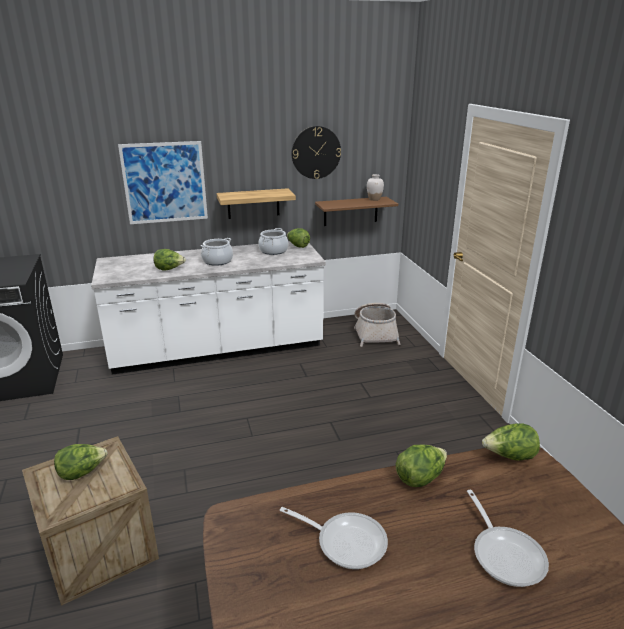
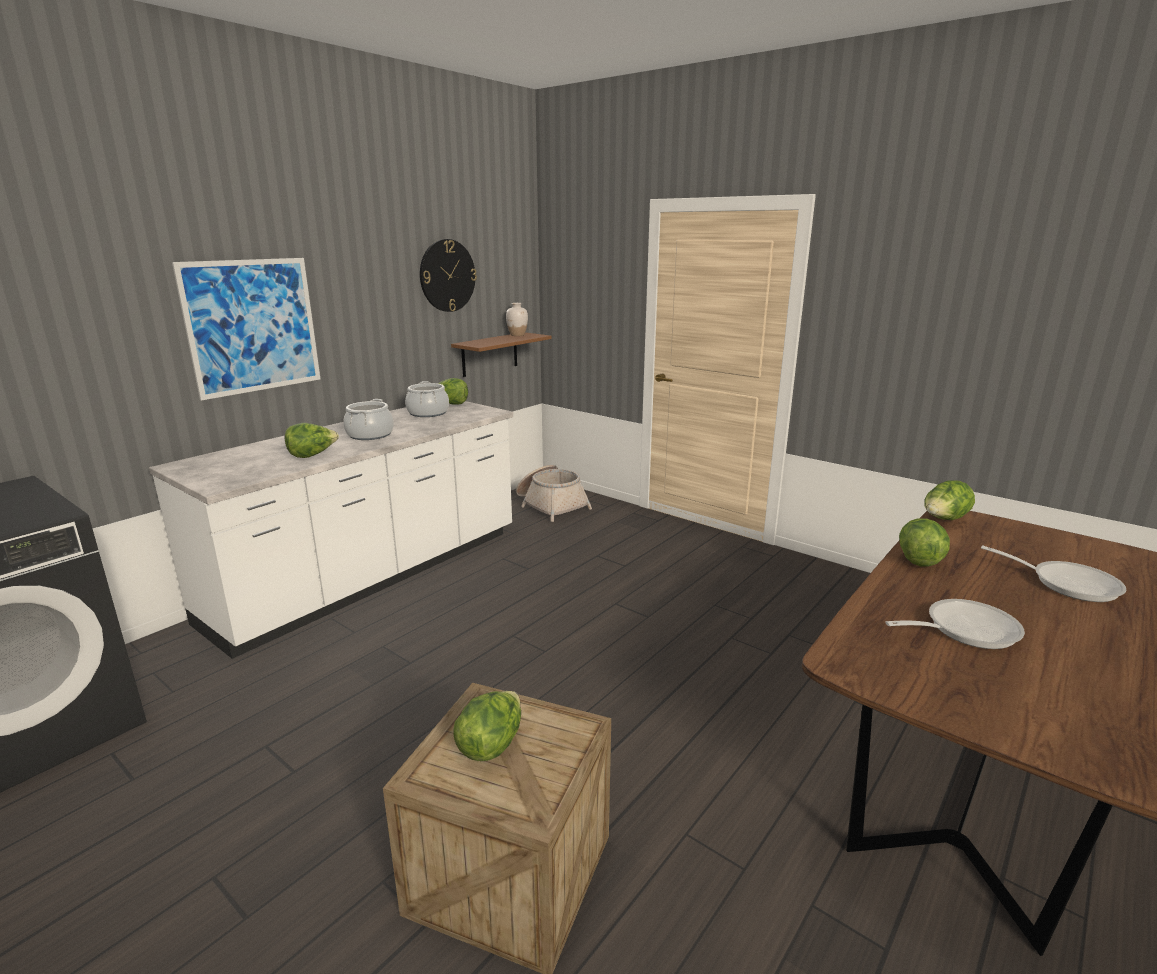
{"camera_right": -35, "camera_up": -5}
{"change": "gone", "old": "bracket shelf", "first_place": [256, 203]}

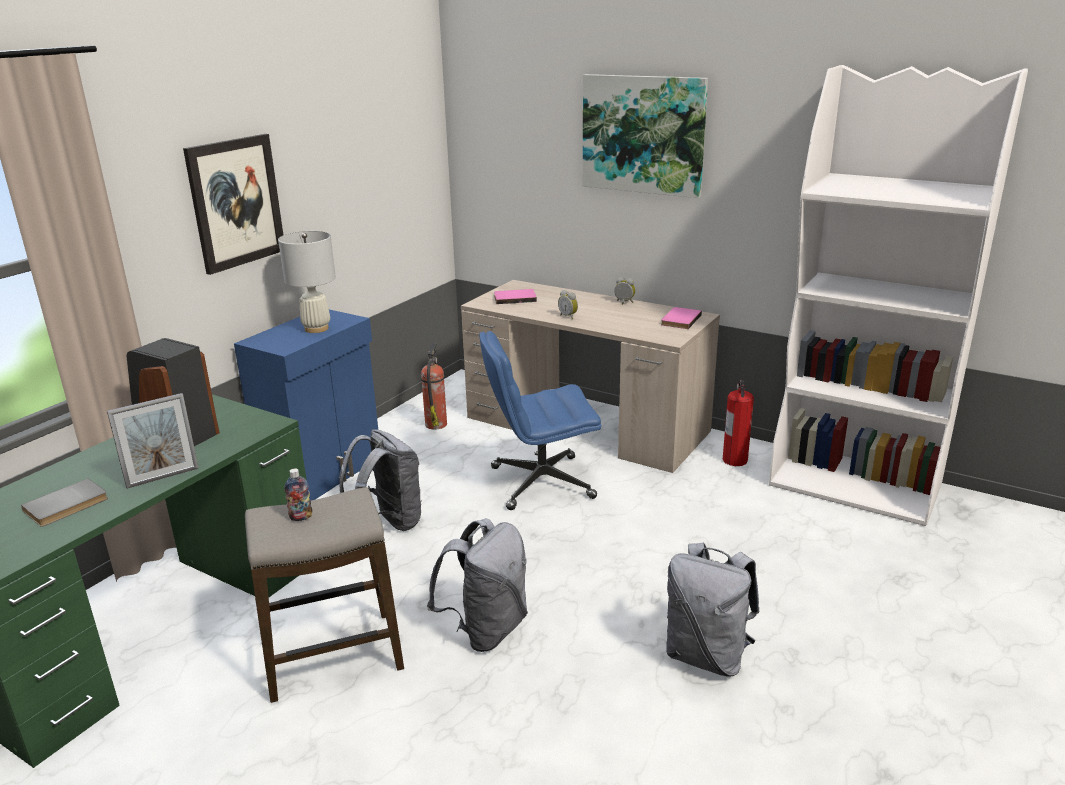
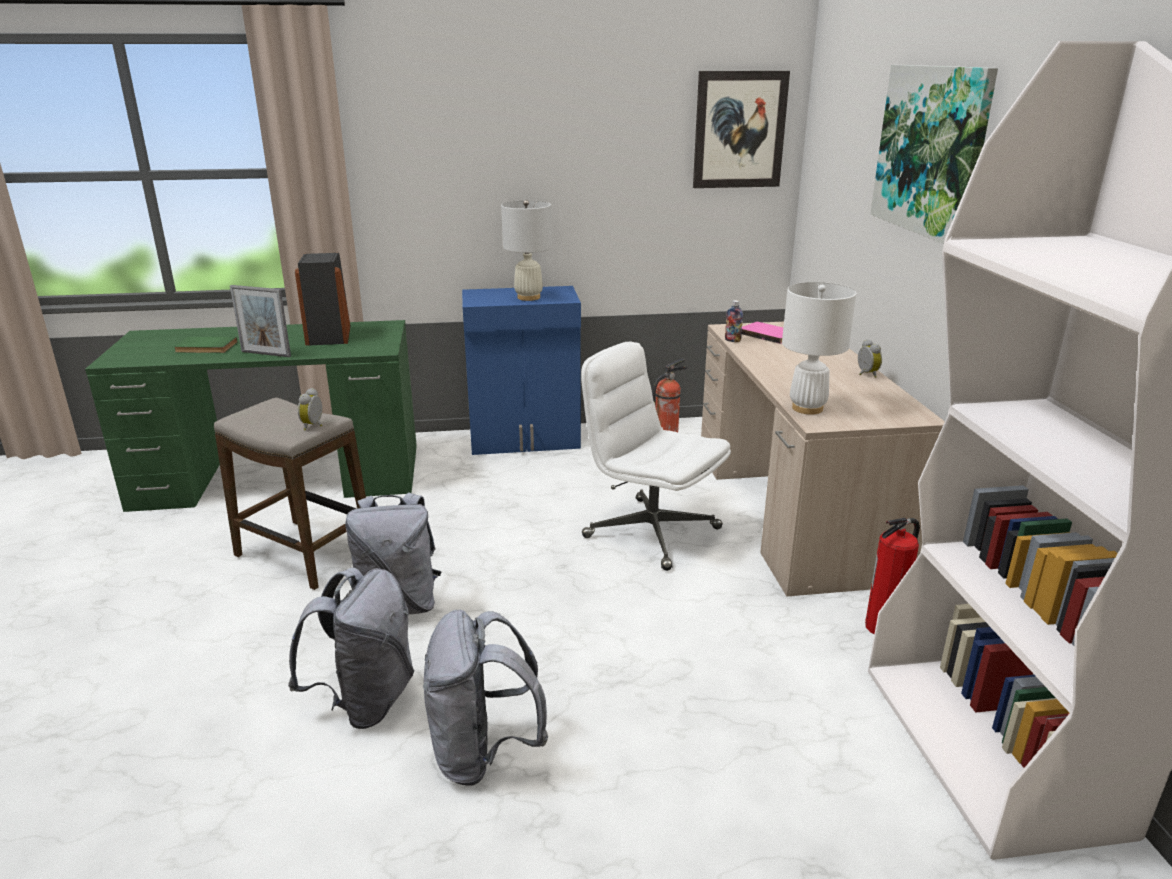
{"camera_right": 50, "camera_up": 0}
{"change": "shifted", "old": "picture", "first_place": [233, 204], "second_place": [741, 129]}
{"change": "shifted", "old": "bedside clock", "first_place": [568, 304], "second_place": [310, 409]}
{"change": "gone", "old": "bound book/pink", "first_place": [681, 318]}
{"change": "repainted", "old": "computer chair/blue-coloured", "new": "computer chair/white", "first_place": [540, 420], "second_place": [656, 456]}
{"change": "shifted", "old": "backpack/greyish", "first_place": [380, 480], "second_place": [351, 648]}
{"change": "shifted", "old": "bottle", "first_place": [298, 494], "second_place": [734, 321]}
{"change": "repainted", "old": "bound book/greyish", "new": "bound book/green-coloured", "first_place": [64, 502], "second_place": [205, 345]}
{"change": "new", "new": "table lamp/white", "second_place": [819, 348]}

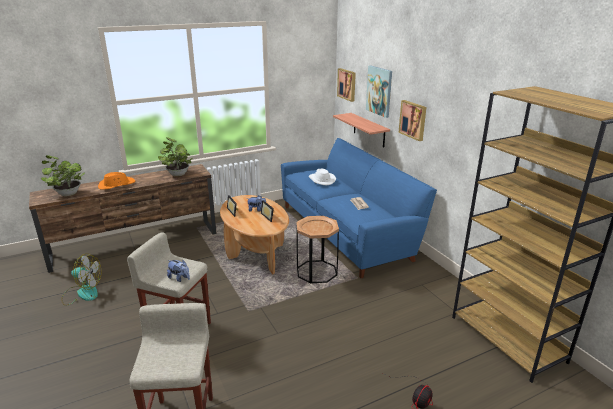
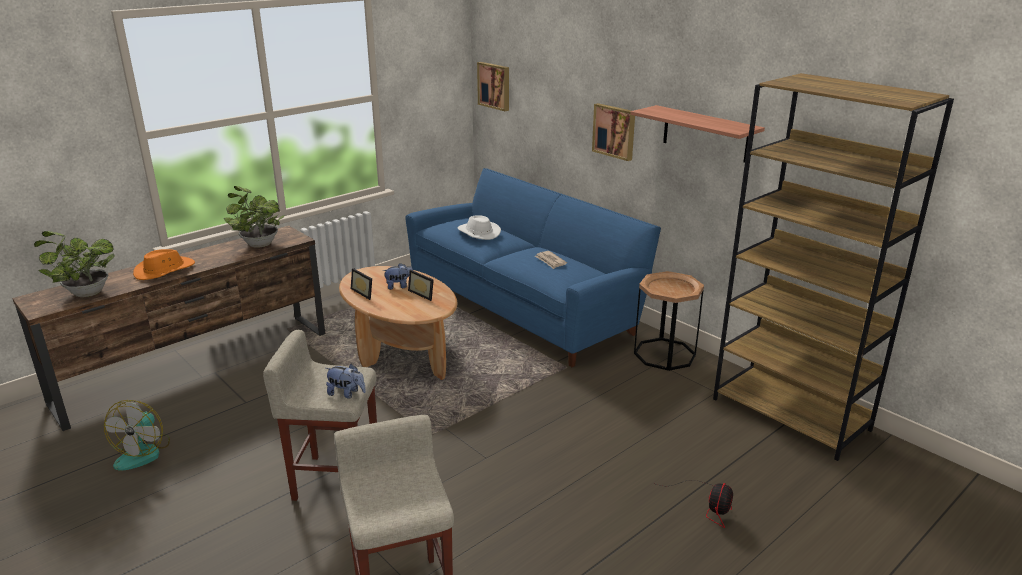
{"camera_right": -15, "camera_up": 0}
{"change": "gone", "old": "picture", "first_place": [379, 92]}
{"change": "shifted", "old": "bracket shelf", "first_place": [361, 130], "second_place": [697, 134]}
{"change": "shifted", "old": "side table/brown-coloured", "first_place": [317, 249], "second_place": [669, 321]}
{"change": "rotated", "old": "fan", "first_place": [81, 280], "second_place": [137, 435], "degrees": 105}

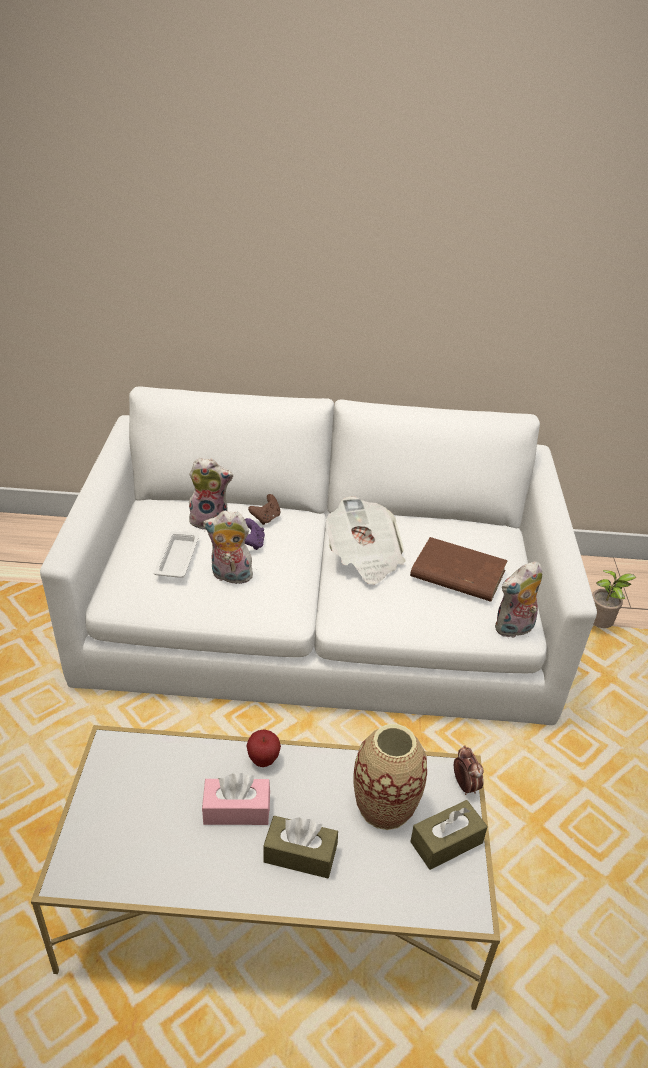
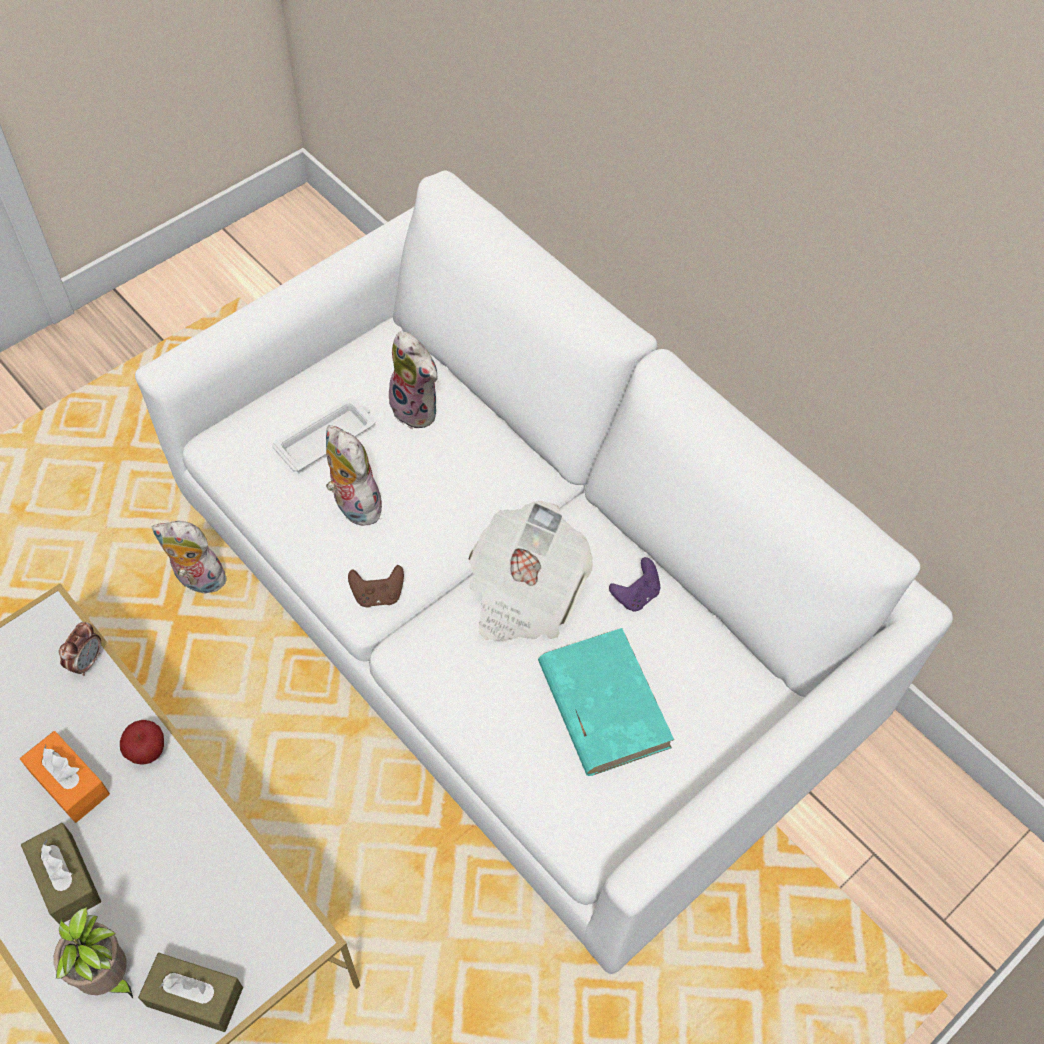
{"camera_right": 45, "camera_up": 20}
{"change": "shifted", "old": "gamepad/brown-coloured", "first_place": [264, 509], "second_place": [376, 586]}
{"change": "shifted", "old": "gamepad/purple", "first_place": [255, 534], "second_place": [634, 584]}
{"change": "repainted", "old": "bound book/brown-coloured", "new": "bound book/turquoise", "first_place": [459, 569], "second_place": [606, 702]}
{"change": "shifted", "old": "cuddly toy", "first_place": [518, 599], "second_place": [189, 557]}
{"change": "shifted", "old": "potted plant", "first_place": [614, 599], "second_place": [93, 952]}
{"change": "gone", "old": "vase", "first_place": [390, 777]}
{"change": "shifted", "old": "bedside clock", "first_place": [469, 770], "second_place": [80, 649]}
{"change": "repainted", "old": "box of tissues/pink", "new": "box of tissues/orangey", "first_place": [236, 799], "second_place": [65, 777]}

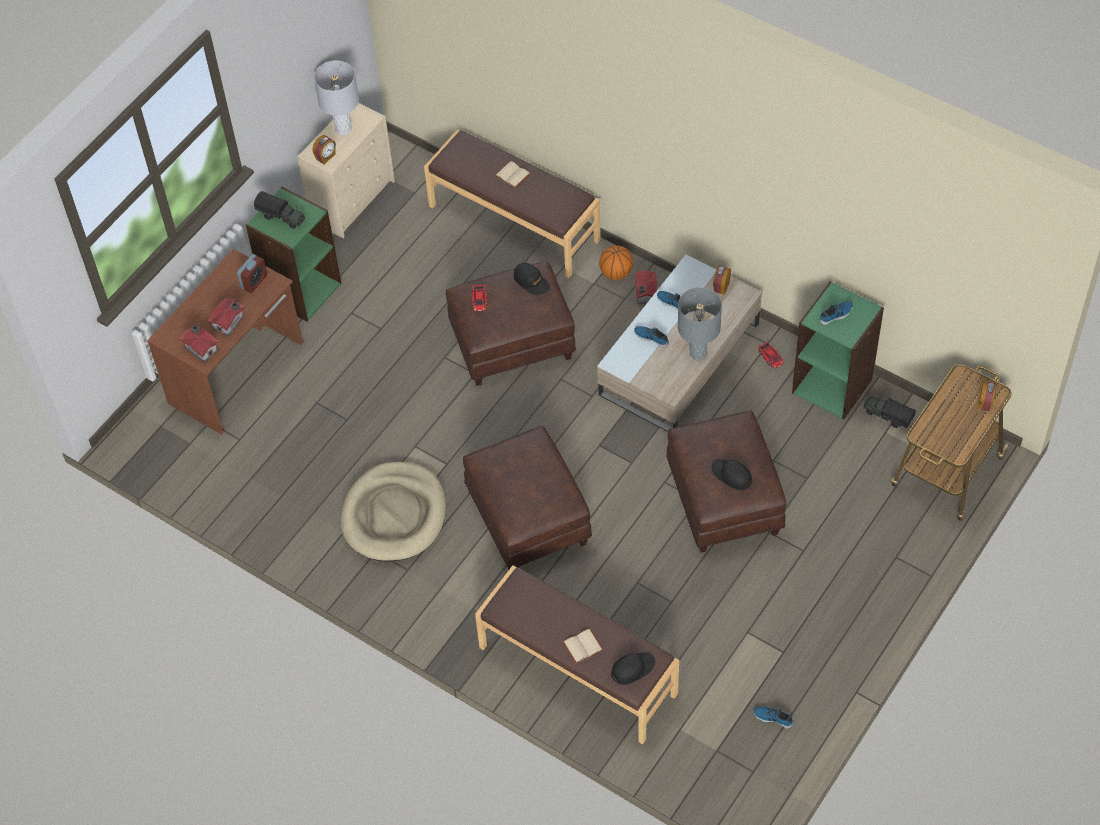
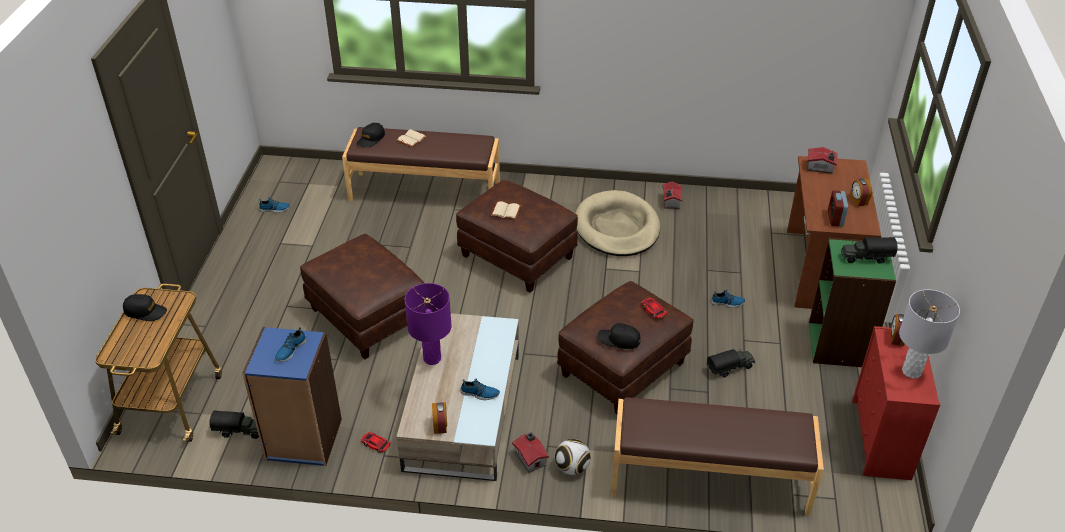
{"camera_right": 150, "camera_up": -15}
{"change": "repainted", "old": "chest of drawers/beige-coloured", "new": "chest of drawers/red", "first_place": [346, 170], "second_place": [896, 403]}
{"change": "shifted", "old": "bound book/beige-coloured", "first_place": [512, 174], "second_place": [506, 210]}
{"change": "swapped", "old": "basketball ball", "new": "ball for football", "first_place": [616, 262], "second_place": [572, 457]}
{"change": "repainted", "old": "shelving unit/green-coloured", "new": "shelving unit/blue-coloured", "first_place": [838, 350], "second_place": [292, 396]}
{"change": "repainted", "old": "table lamp/greyish", "new": "table lamp/purple", "first_place": [700, 324], "second_place": [428, 324]}
{"change": "shifted", "old": "miniature house", "first_place": [226, 317], "second_place": [672, 195]}
{"change": "shifted", "old": "item of footwear", "first_place": [651, 337], "second_place": [728, 298]}
{"change": "shifted", "old": "bedside clock", "first_place": [987, 396], "second_place": [861, 192]}
{"change": "shifted", "old": "peaked cap/black-coloured", "first_place": [732, 474], "second_place": [145, 307]}
{"change": "new", "new": "model truck", "second_place": [731, 363]}

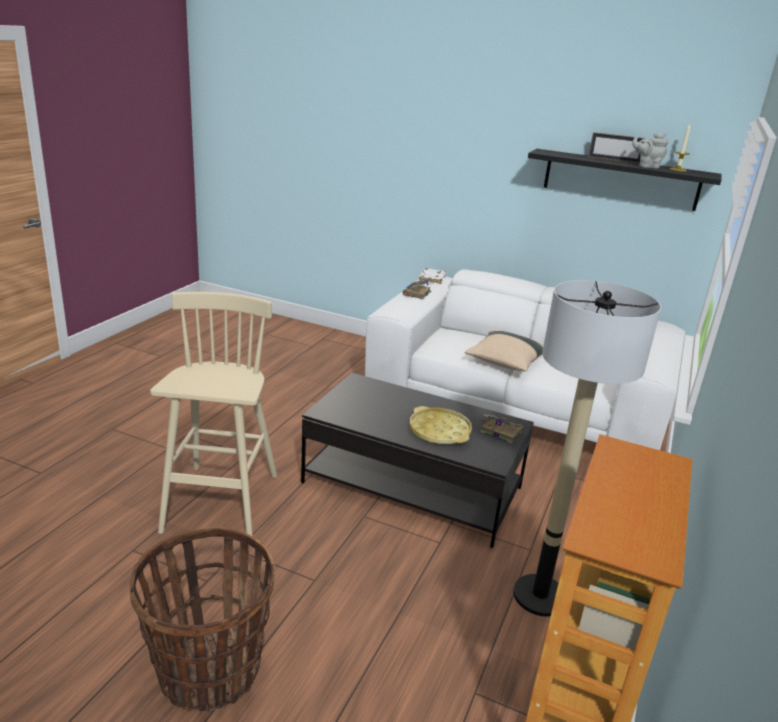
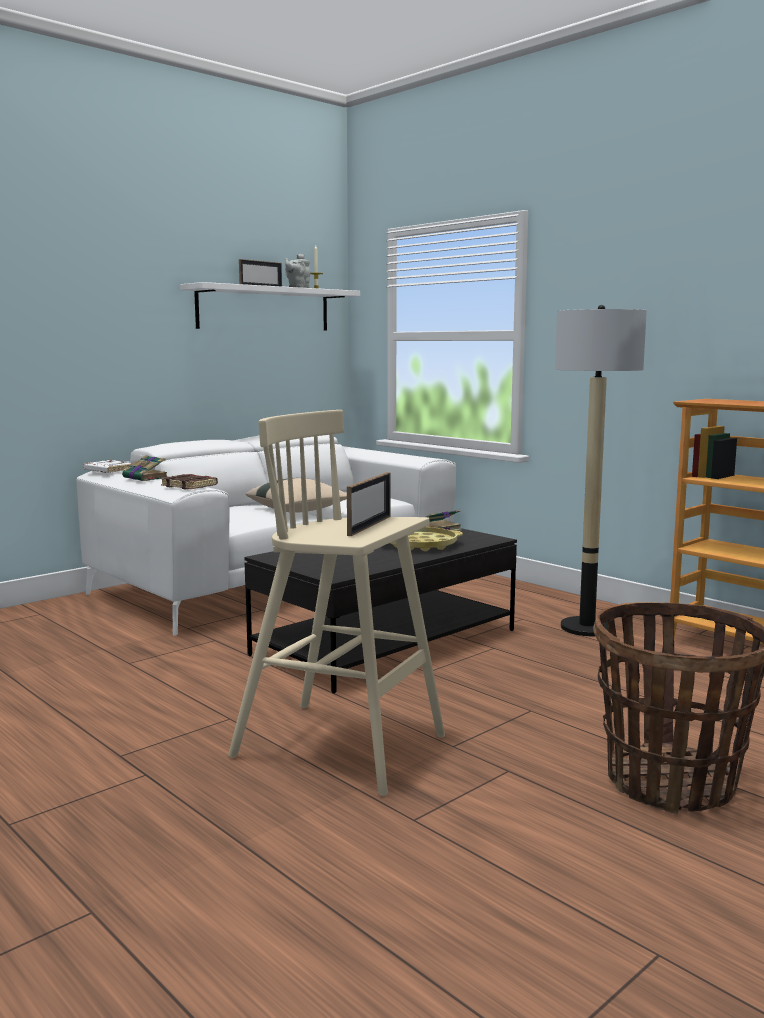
{"camera_right": -65, "camera_up": -15}
{"change": "repainted", "old": "bracket shelf/black-coloured", "new": "bracket shelf/white", "first_place": [625, 180], "second_place": [270, 306]}
{"change": "new", "new": "picture frame", "second_place": [368, 504]}
{"change": "new", "new": "bound book/brown-coloured", "second_place": [189, 481]}

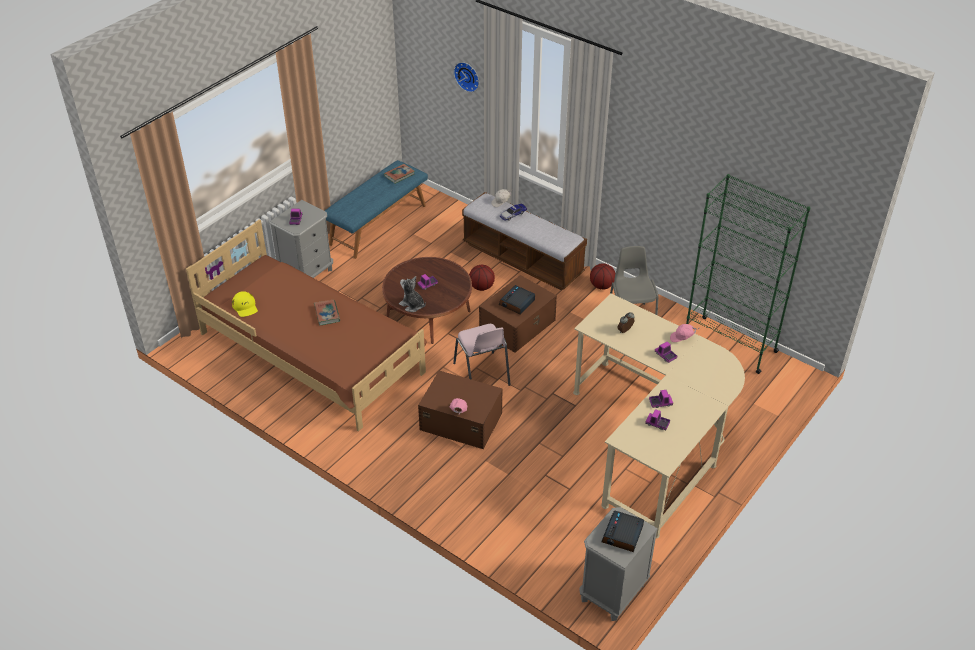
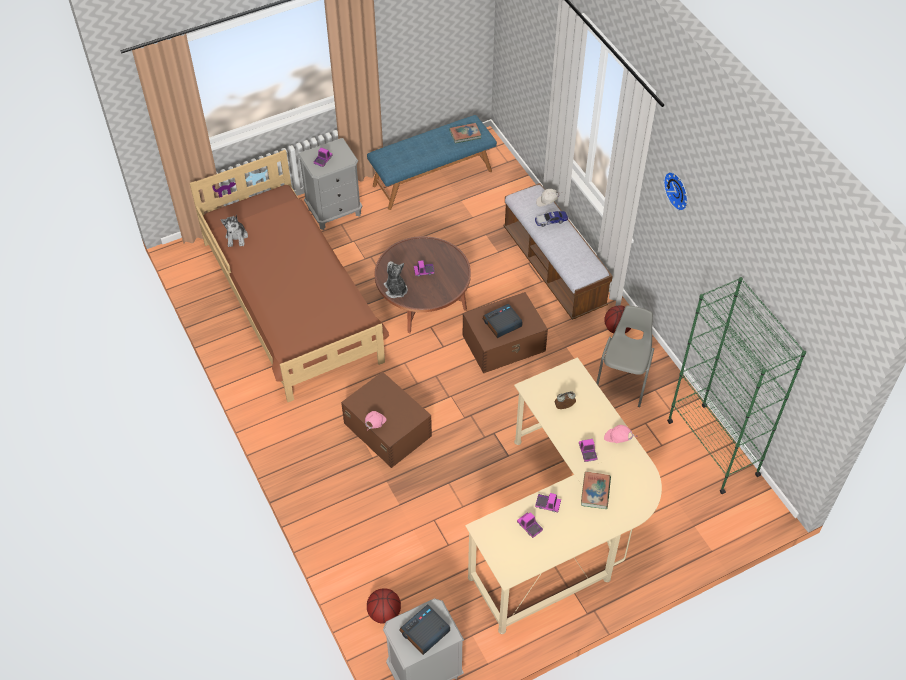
{"camera_right": 25, "camera_up": 10}
{"change": "shifted", "old": "clock on the wall", "first_place": [466, 77], "second_place": [676, 191]}
{"change": "shifted", "old": "basketball ball", "first_place": [482, 278], "second_place": [384, 606]}
{"change": "swapped", "old": "peaked cap/yellowish", "new": "cuddly toy", "first_place": [245, 304], "second_place": [234, 231]}
{"change": "shifted", "old": "bound book", "first_place": [327, 312], "second_place": [596, 490]}
{"change": "gone", "old": "plain chair/pink", "first_place": [482, 355]}

